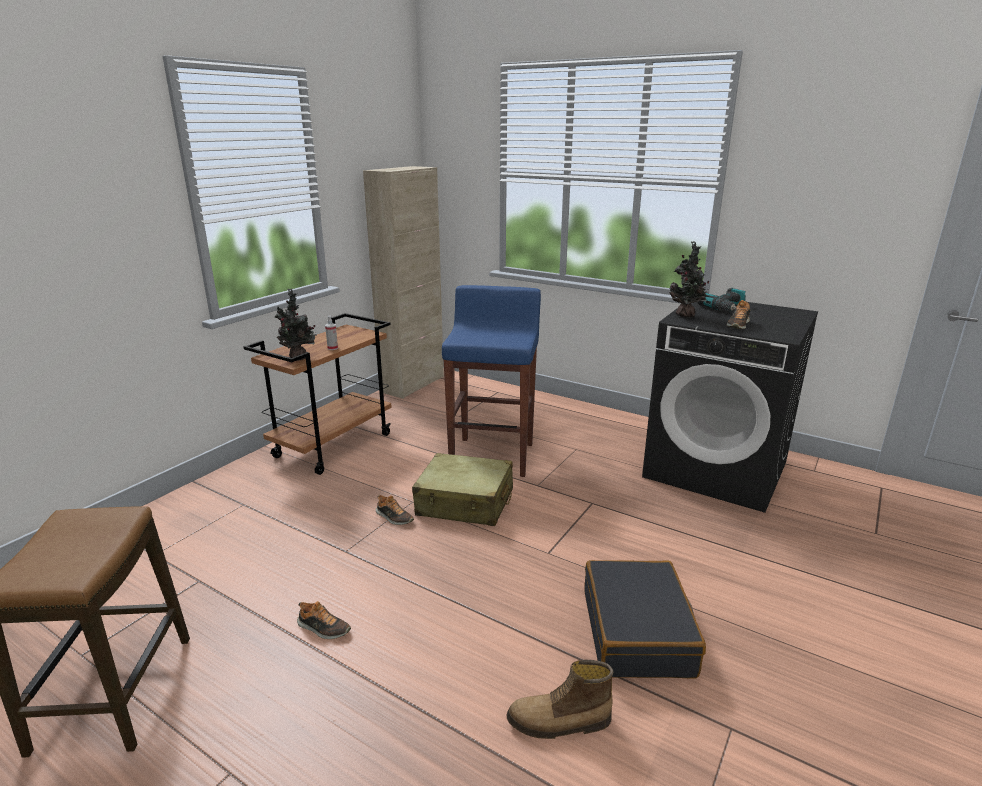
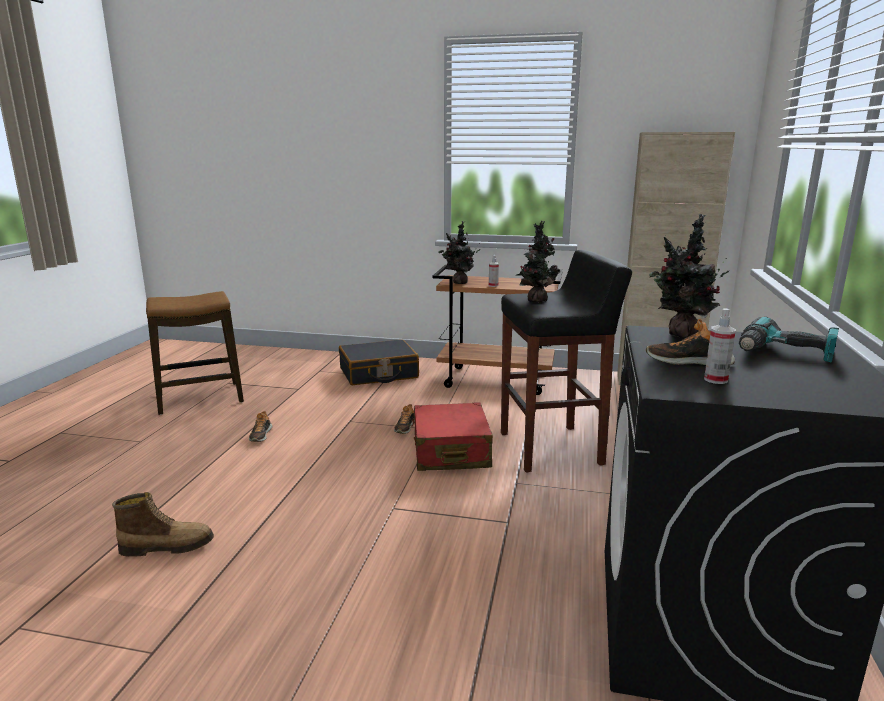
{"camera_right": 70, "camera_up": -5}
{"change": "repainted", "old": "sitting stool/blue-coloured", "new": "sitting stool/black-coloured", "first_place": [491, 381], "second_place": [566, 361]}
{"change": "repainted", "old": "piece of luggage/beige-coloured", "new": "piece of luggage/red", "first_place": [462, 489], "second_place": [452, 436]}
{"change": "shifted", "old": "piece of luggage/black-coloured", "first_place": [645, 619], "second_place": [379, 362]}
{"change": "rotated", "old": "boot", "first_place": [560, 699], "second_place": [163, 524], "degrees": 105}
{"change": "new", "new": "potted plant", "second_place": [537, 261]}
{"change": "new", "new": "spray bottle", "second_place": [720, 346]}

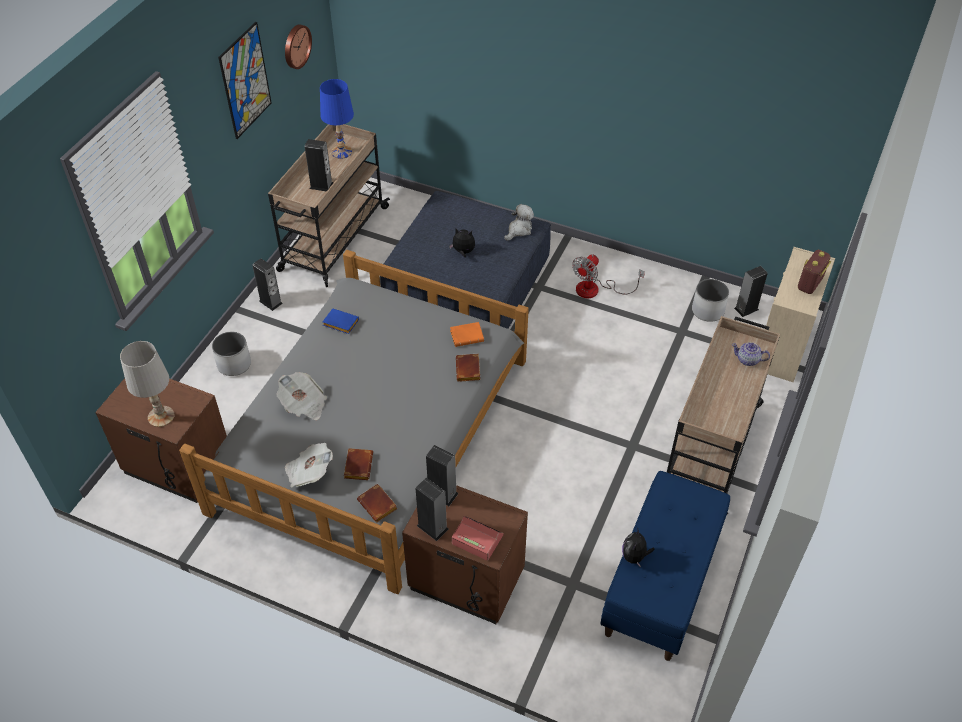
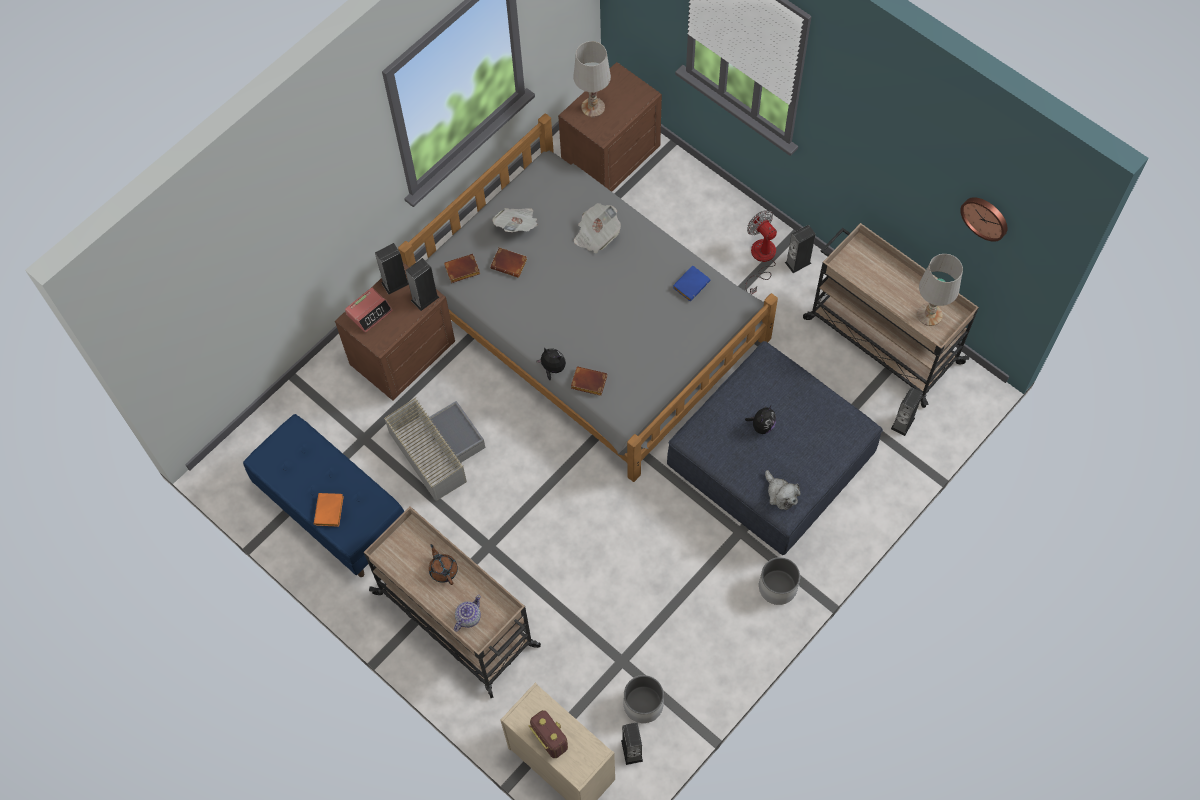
{"camera_right": 110, "camera_up": 15}
{"change": "gone", "old": "picture", "first_place": [245, 80]}
{"change": "repainted", "old": "table lamp/blue-coloured", "new": "table lamp/white", "first_place": [337, 119], "second_place": [940, 290]}
{"change": "shifted", "old": "audio speaker", "first_place": [319, 165], "second_place": [907, 411]}
{"change": "shifted", "old": "fan", "first_place": [608, 276], "second_place": [761, 252]}
{"change": "shifted", "old": "bound book/orangey", "first_place": [467, 334], "second_place": [329, 510]}
{"change": "shifted", "old": "plant pot/white", "first_place": [231, 354], "second_place": [779, 581]}
{"change": "shifted", "old": "cuddly toy", "first_place": [638, 547], "second_place": [551, 363]}
{"change": "new", "new": "storage container/greyish", "second_place": [434, 449]}
{"change": "new", "new": "teapot/brown-coloured", "second_place": [443, 564]}

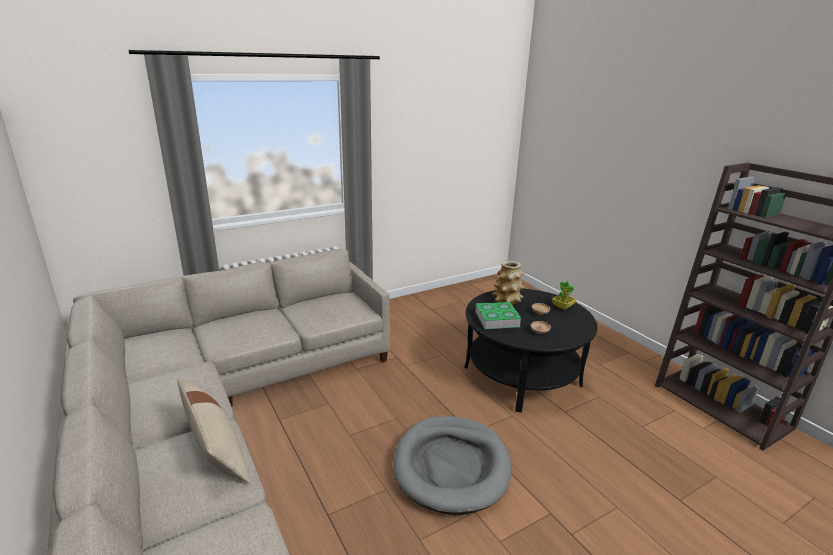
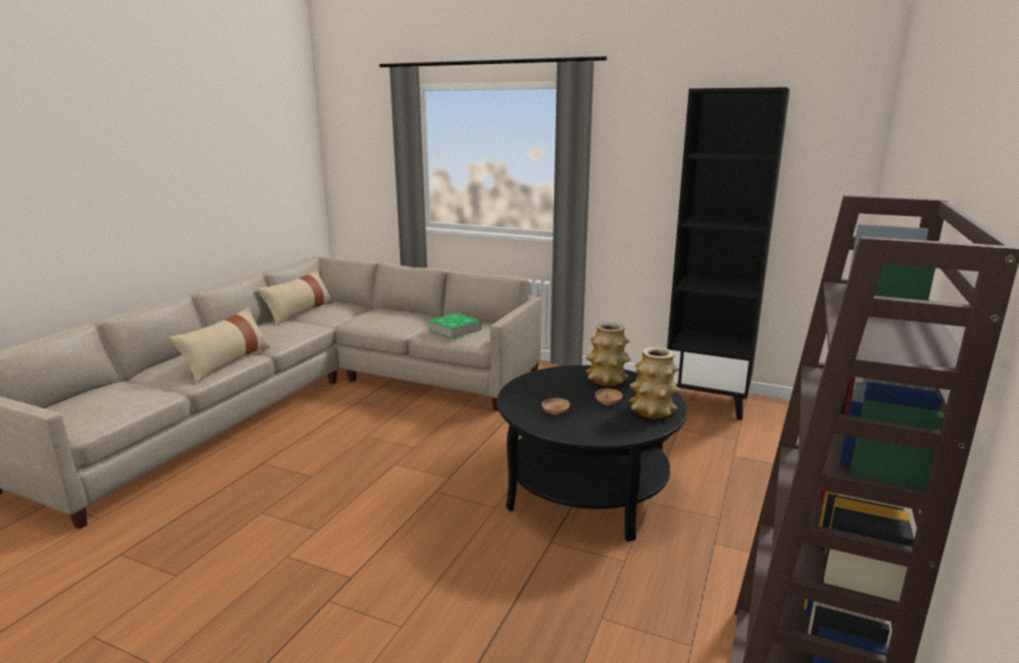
{"camera_right": 55, "camera_up": -5}
{"change": "swapped", "old": "potted plant", "new": "vase", "first_place": [564, 295], "second_place": [654, 383]}
{"change": "shifted", "old": "bound book", "first_place": [498, 315], "second_place": [454, 326]}
{"change": "gone", "old": "dog cushion/greyish", "first_place": [452, 465]}
{"change": "new", "new": "shelving unit/black-coloured", "second_place": [728, 253]}
{"change": "new", "new": "cushion/beige-coloured", "second_place": [295, 297]}

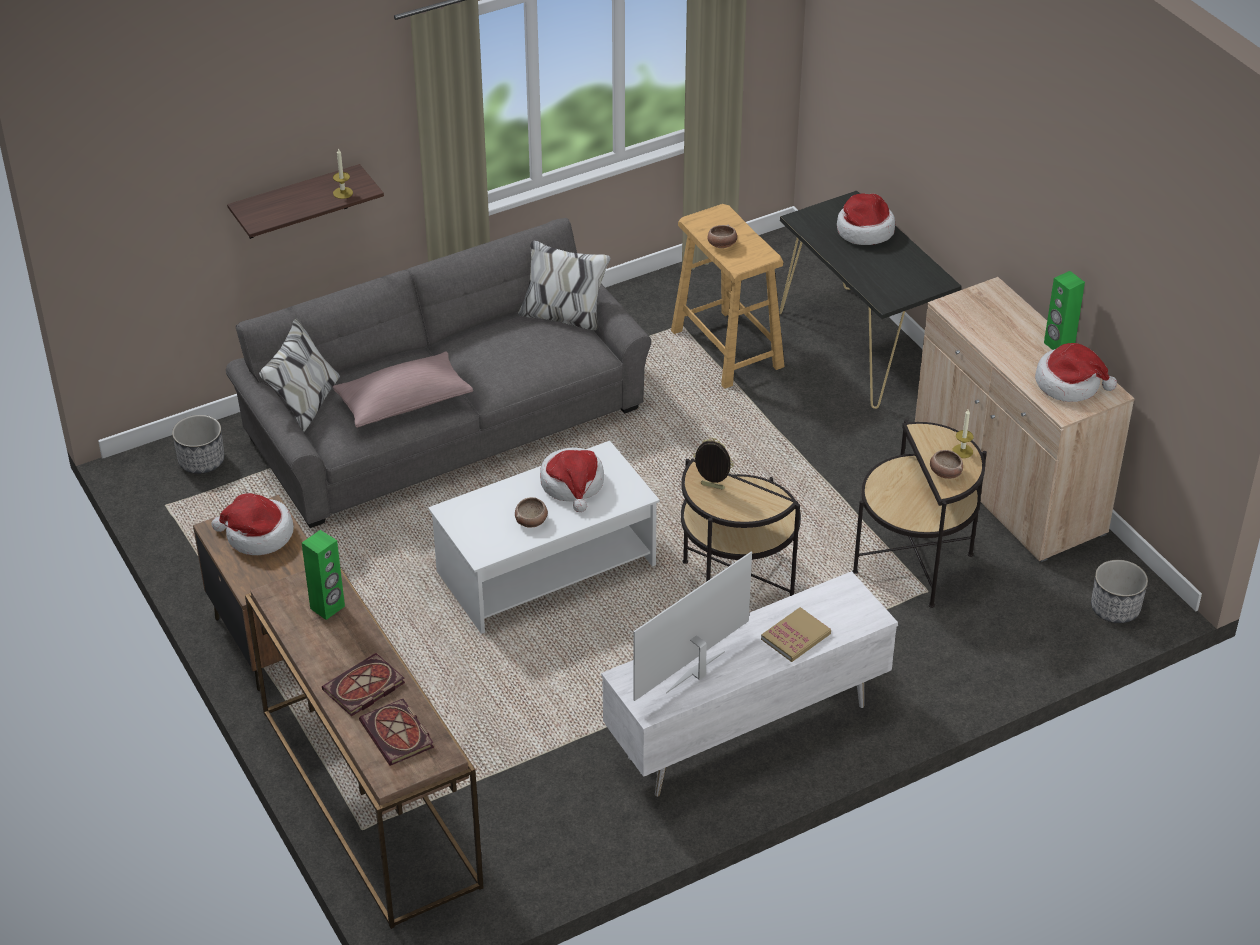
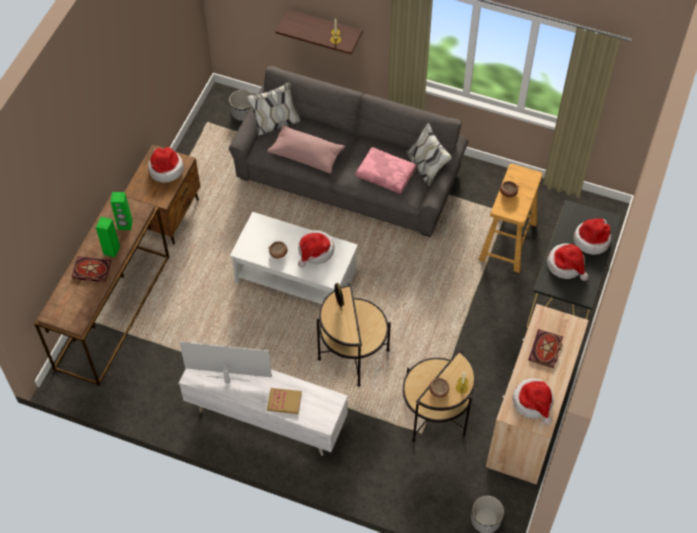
{"camera_right": 50, "camera_up": 15}
{"change": "shifted", "old": "audio speaker/green-coloured", "first_place": [1064, 310], "second_place": [108, 236]}
{"change": "shifted", "old": "bound book", "first_place": [396, 732], "second_place": [545, 348]}
{"change": "new", "new": "cushion/pink", "second_place": [386, 170]}
{"change": "new", "new": "hat", "second_place": [567, 262]}

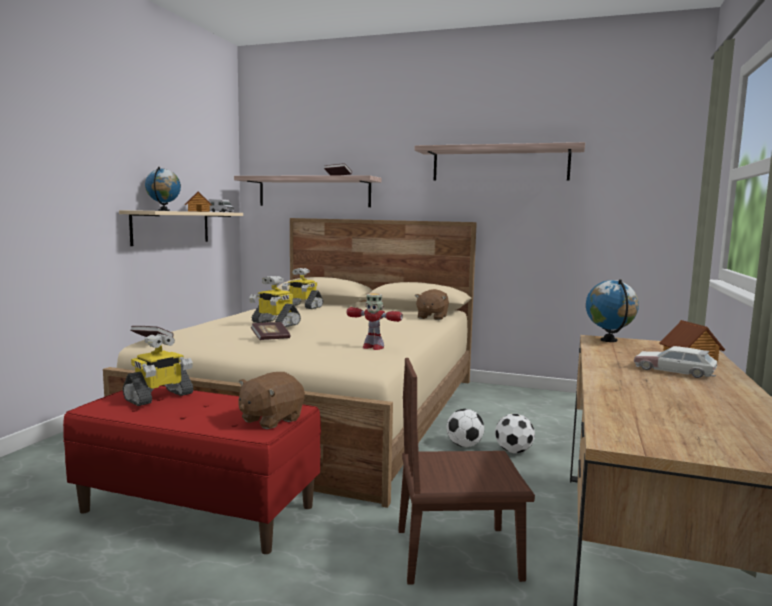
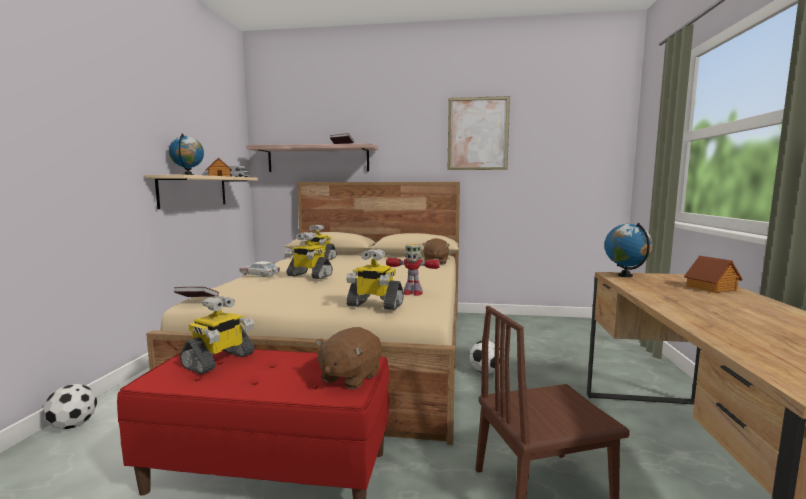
{"camera_right": -10, "camera_up": 0}
{"change": "swapped", "old": "bracket shelf", "new": "picture", "first_place": [499, 161], "second_place": [479, 133]}
{"change": "gone", "old": "bound book", "first_place": [271, 331]}
{"change": "shifted", "old": "model car", "first_place": [676, 362], "second_place": [259, 269]}
{"change": "shifted", "old": "ball for football", "first_place": [515, 433], "second_place": [70, 406]}
{"change": "new", "new": "toy robot", "second_place": [375, 279]}

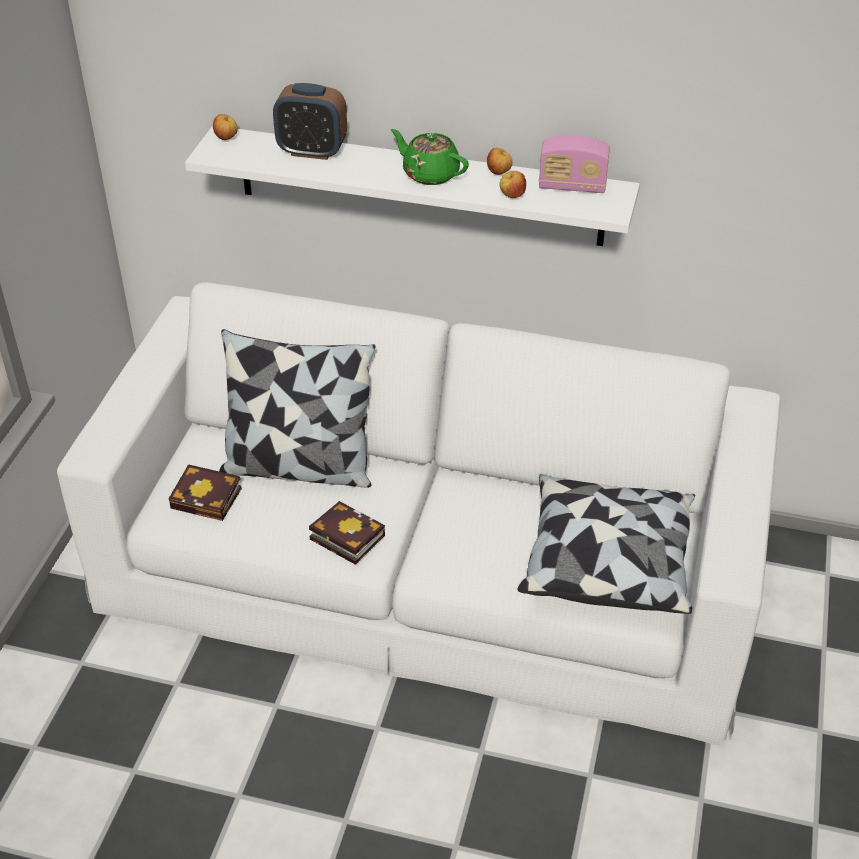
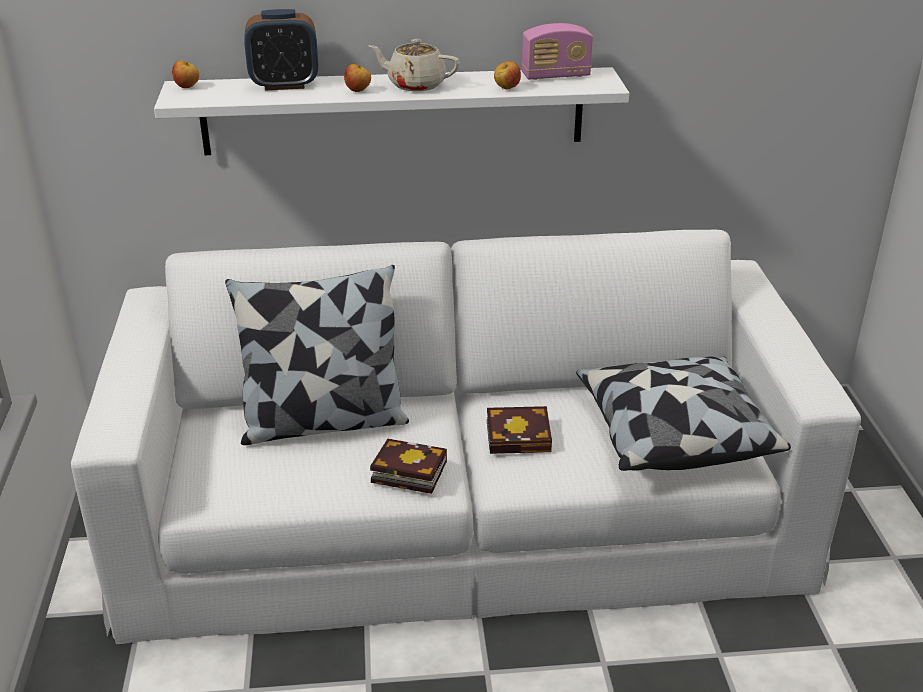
{"camera_right": -20, "camera_up": -10}
{"change": "repainted", "old": "teapot/green-coloured", "new": "teapot/beige-coloured", "first_place": [430, 157], "second_place": [414, 65]}
{"change": "shifted", "old": "apple fruit", "first_place": [500, 161], "second_place": [357, 78]}
{"change": "shifted", "old": "bound book", "first_place": [205, 492], "second_place": [519, 430]}

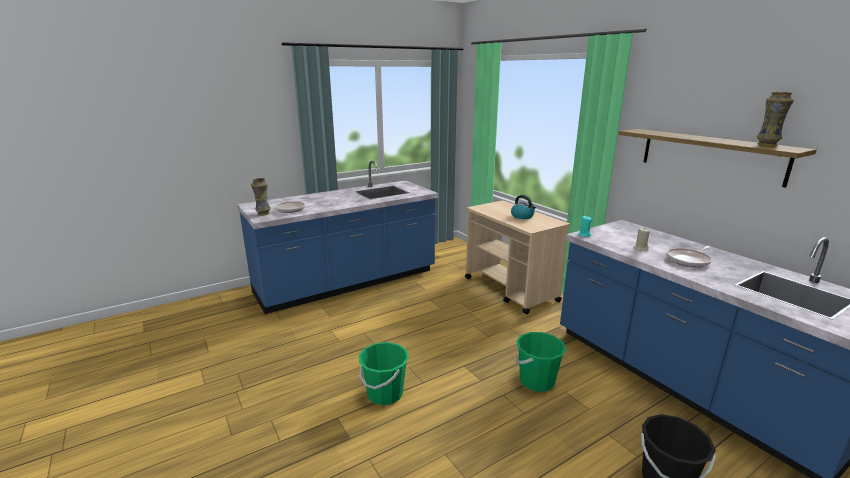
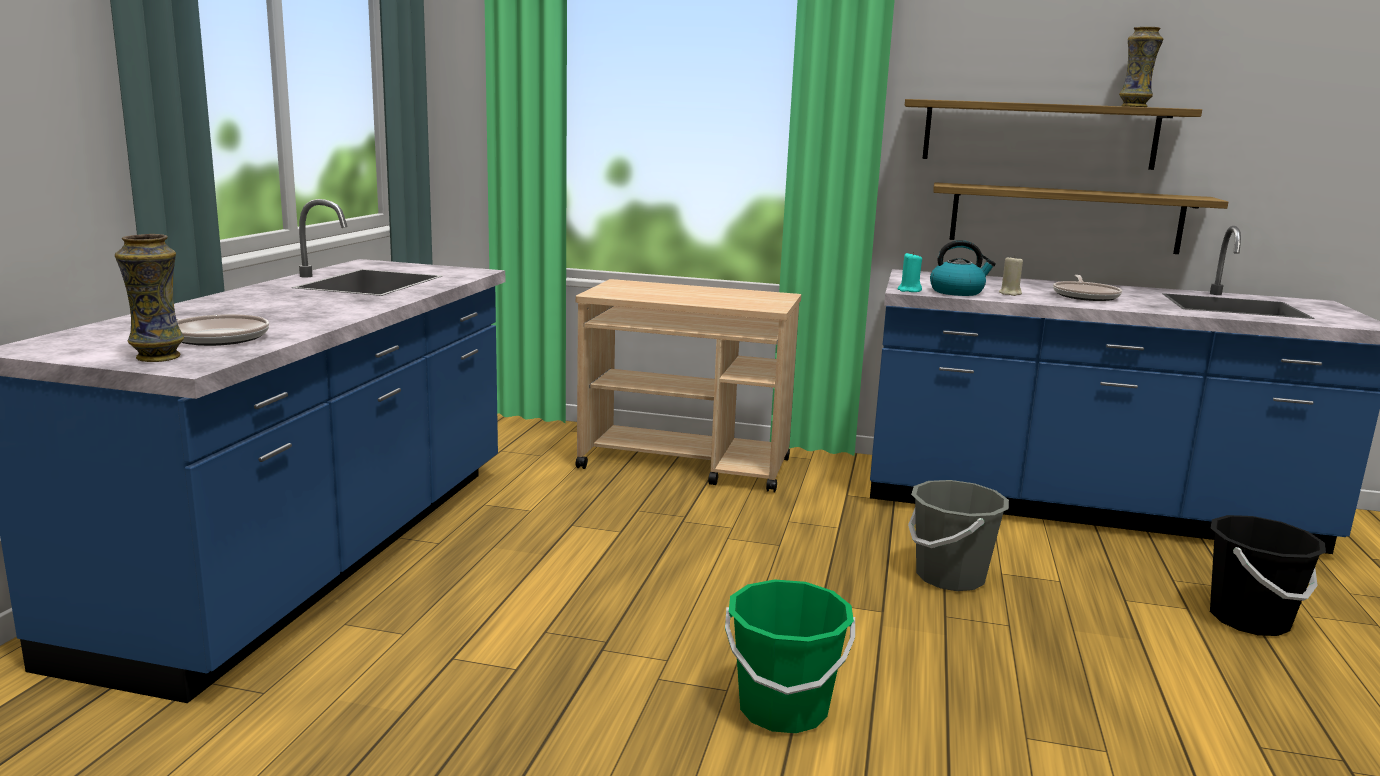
{"camera_right": -45, "camera_up": -5}
{"change": "shifted", "old": "kettle", "first_place": [523, 207], "second_place": [963, 268]}
{"change": "repainted", "old": "bucket/green-coloured", "new": "bucket/greyish", "first_place": [541, 362], "second_place": [958, 535]}
{"change": "new", "new": "bracket shelf", "second_place": [1080, 218]}

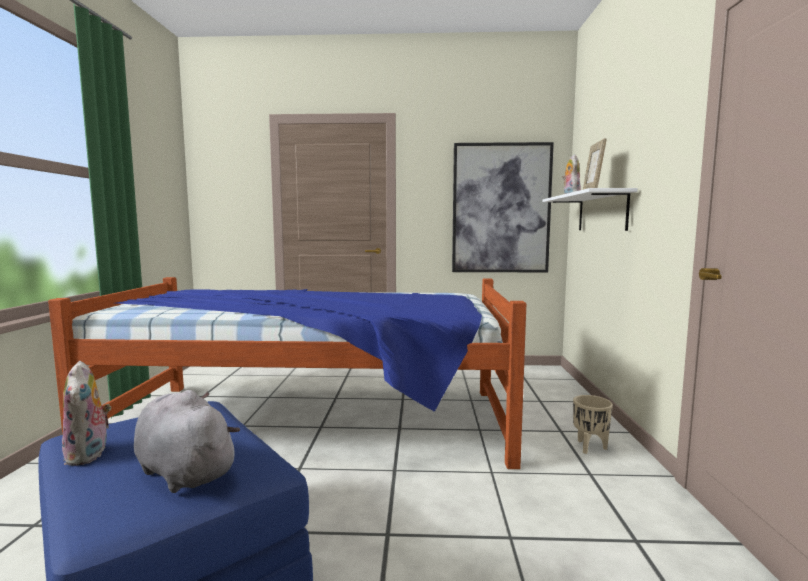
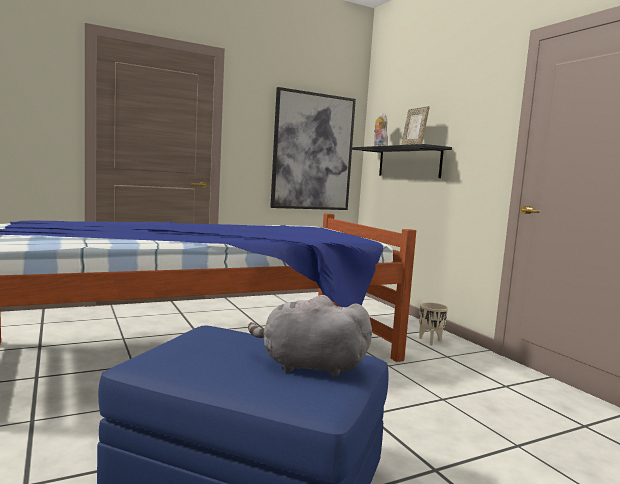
{"camera_right": -30, "camera_up": 0}
{"change": "repainted", "old": "bracket shelf/white", "new": "bracket shelf/black-coloured", "first_place": [590, 209], "second_place": [402, 161]}
{"change": "gone", "old": "cuddly toy", "first_place": [86, 413]}

